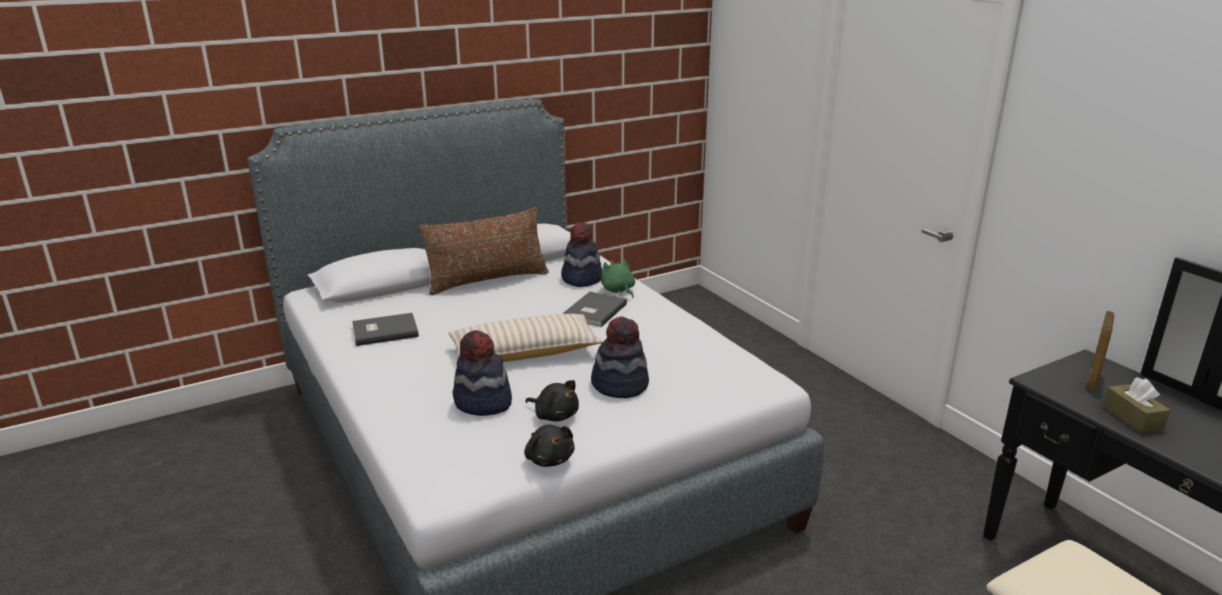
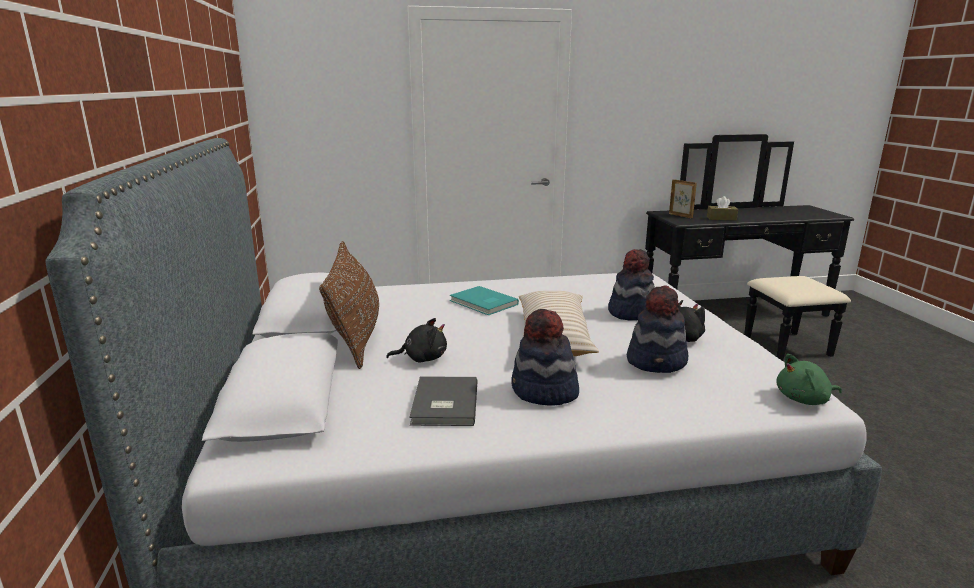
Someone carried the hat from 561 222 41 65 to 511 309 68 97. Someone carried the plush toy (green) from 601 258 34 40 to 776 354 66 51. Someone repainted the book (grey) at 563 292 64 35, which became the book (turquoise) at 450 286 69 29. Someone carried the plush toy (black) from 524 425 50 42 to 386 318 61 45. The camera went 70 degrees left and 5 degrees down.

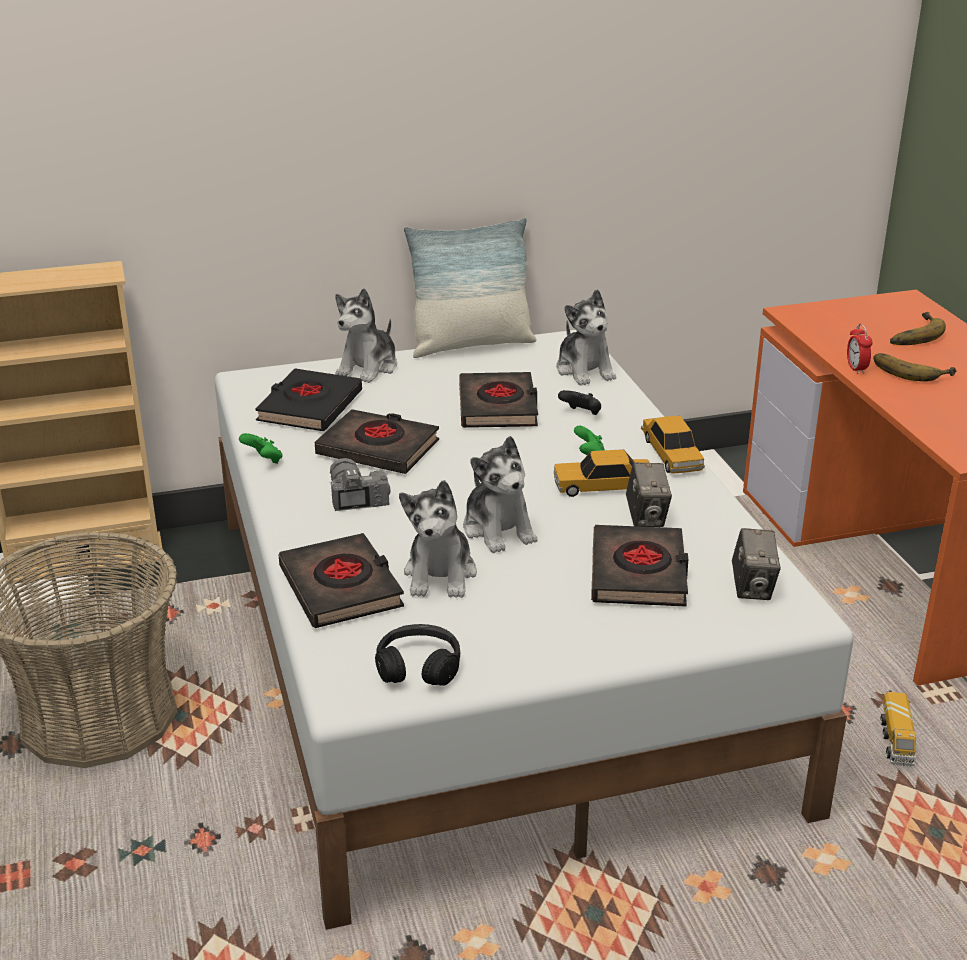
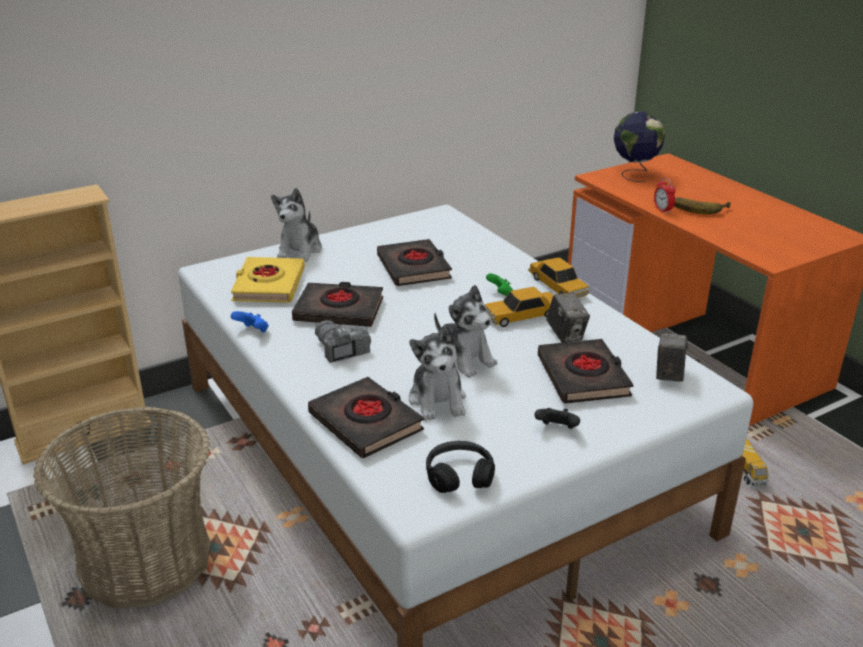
Someone took away the pillow at 404 218 132 140. Someone took away the plush toy at 556 289 60 97. Someone took away the banana at 890 312 56 33. Someone repainted the book (black) at 255 369 107 62, which became the book (yellow) at 231 257 74 46. Someone carried the game controller (black) from 558 390 43 25 to 534 408 46 21. Someone repainted the game controller (green) at 239 433 44 31, which became the game controller (blue) at 231 311 38 21. Someone rotated the photo camera at 732 528 49 72 by 150 degrees counterclockwise. Someone put down the globe at 614 112 51 70. The camera went 15 degrees left and 0 degrees up.

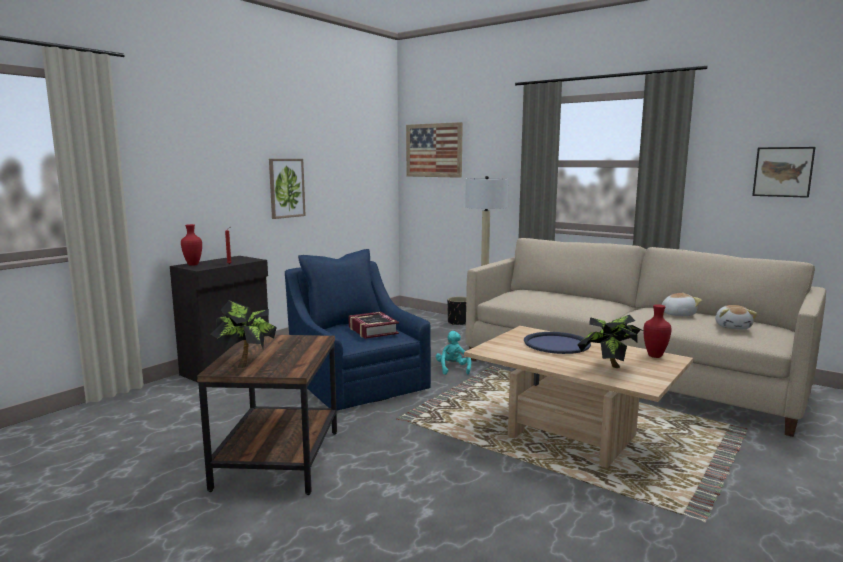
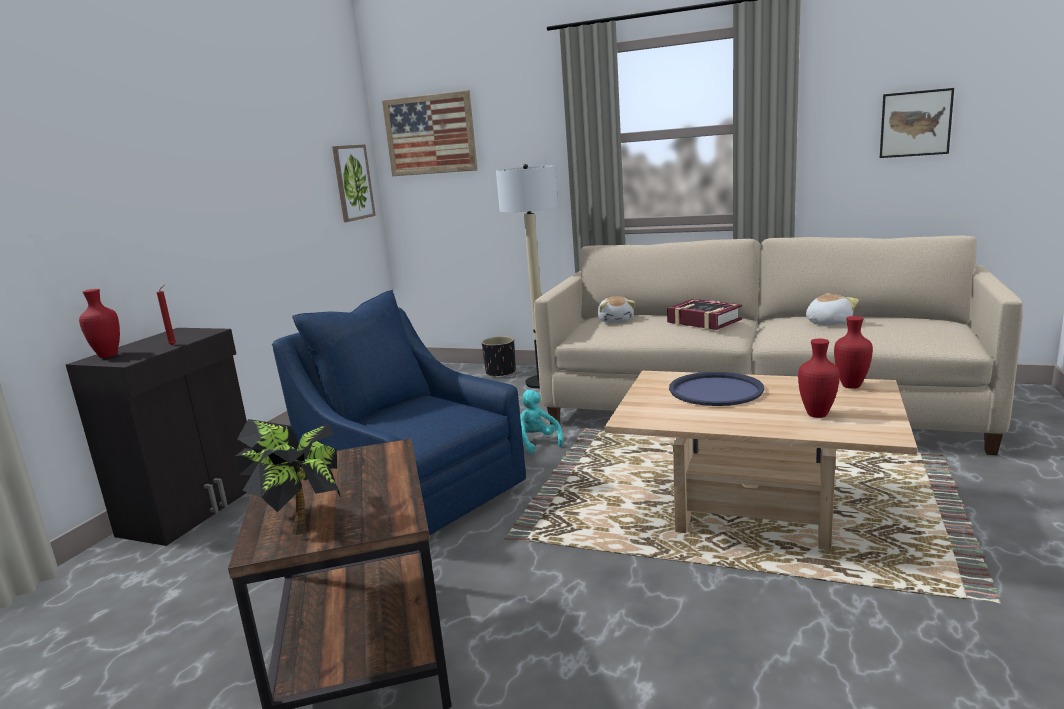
Someone carried the picture from 269 159 37 60 to 332 144 44 78. Someone carried the plush toy from 715 305 42 24 to 598 296 37 27. Someone carried the book from 348 312 51 27 to 667 299 75 31. Someone swapped the potted plant at 577 315 66 53 for the vase (red) at 798 339 42 79. The camera went 15 degrees left and 5 degrees up.

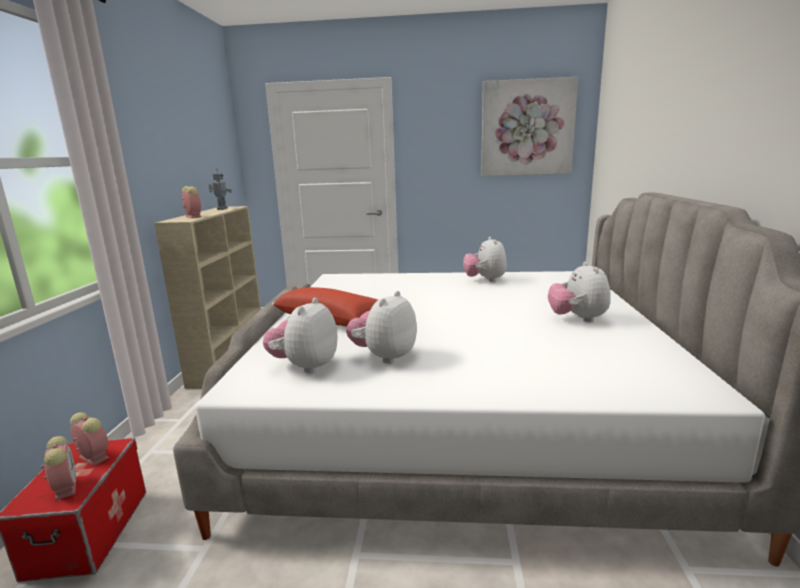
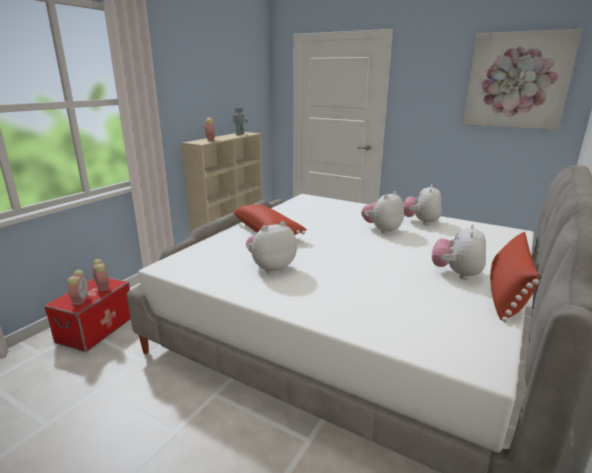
Someone carried the plush toy from 263 298 75 76 to 361 191 43 43. Someone put down the pillow (red) at 490 232 49 90. The camera went 25 degrees right and 5 degrees up.

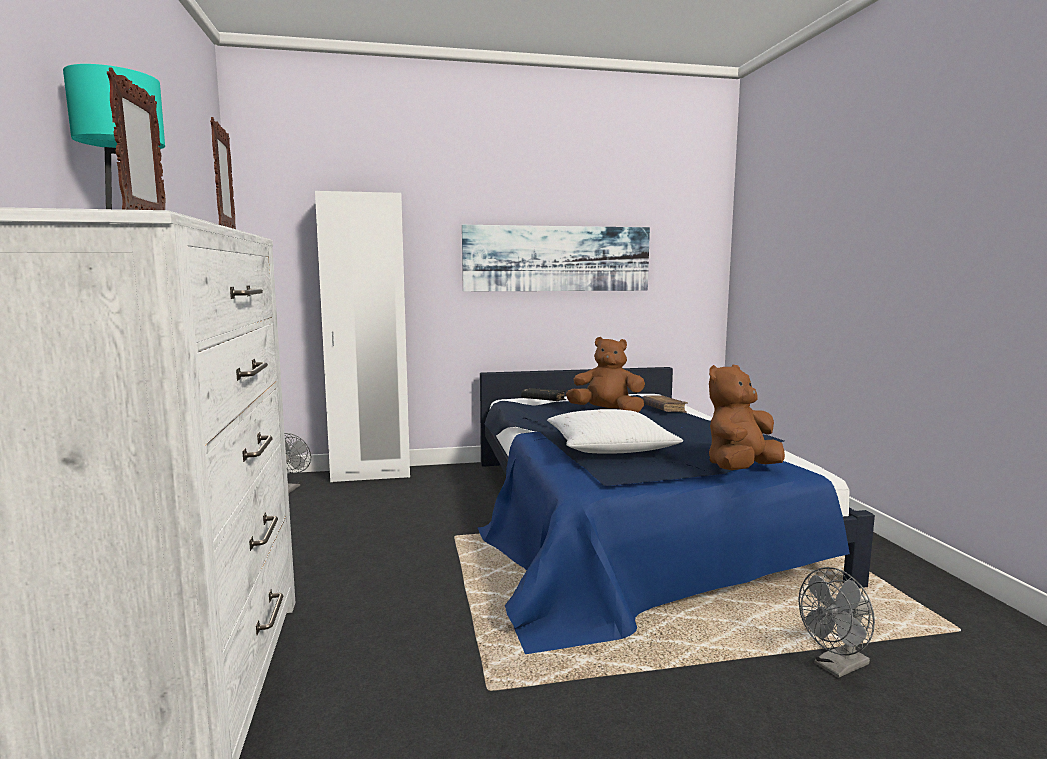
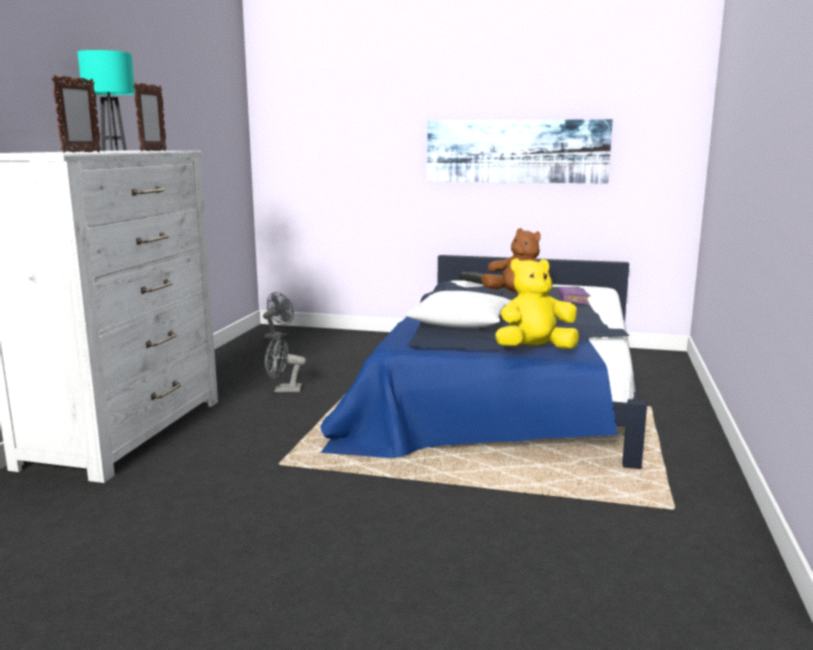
Someone took away the wardrobe (white) at 315 191 95 291. Someone repainted the plush toy (brown) at 709 365 76 105, which became the plush toy (yellow) at 495 258 84 91. Someone repainted the book (brown) at 642 395 46 18, which became the book (purple) at 558 286 33 19. Someone carried the fan (grey) from 798 567 77 111 to 265 335 41 58. The camera went 25 degrees right and 5 degrees up.

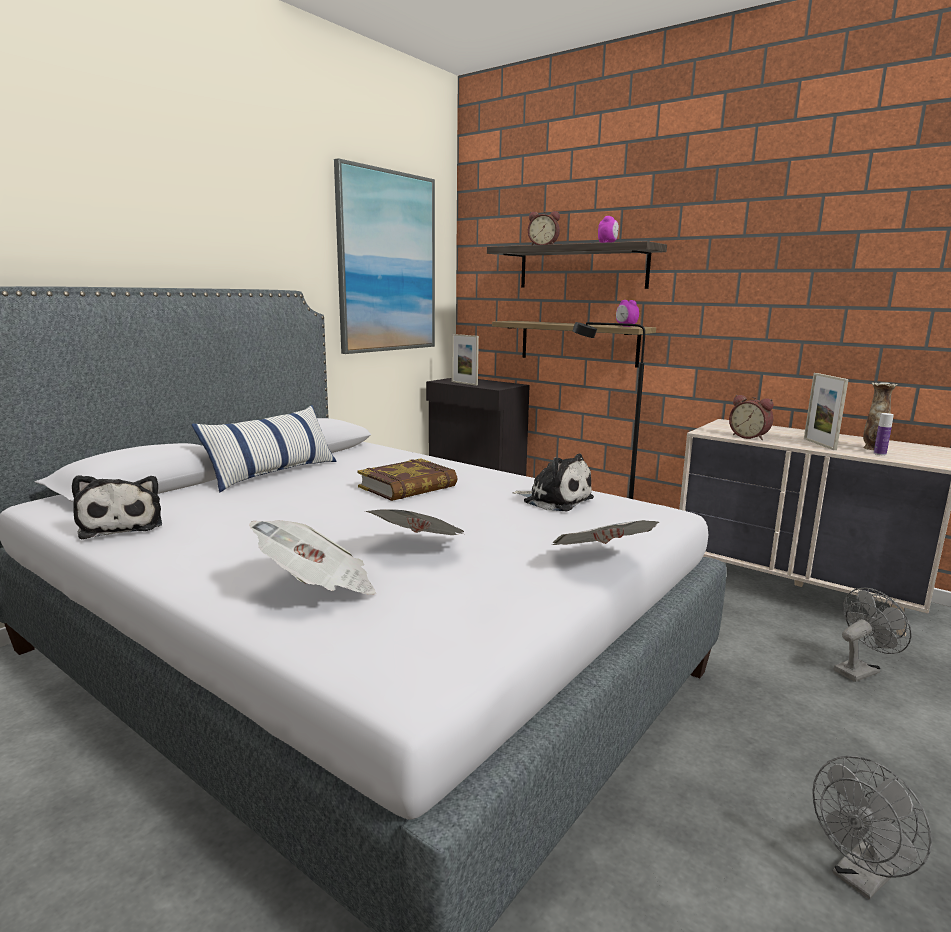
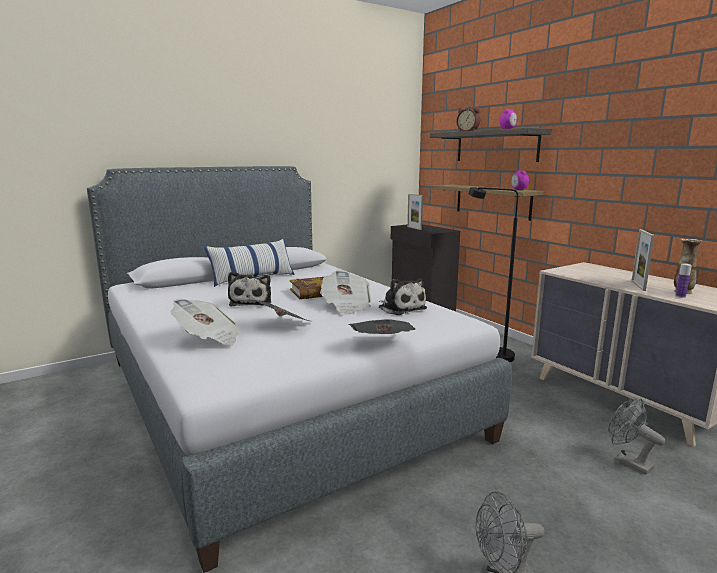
Someone took away the picture at 334 158 101 196. Someone took away the alarm clock at 729 395 45 45. Someone carried the plush toy from 72 475 90 64 to 228 272 43 35. Someone rotated the fan (grey) at 834 588 77 94 by 120 degrees counterclockwise. Someone put down the newspaper at 320 270 51 45. The camera went 20 degrees right and 0 degrees up.

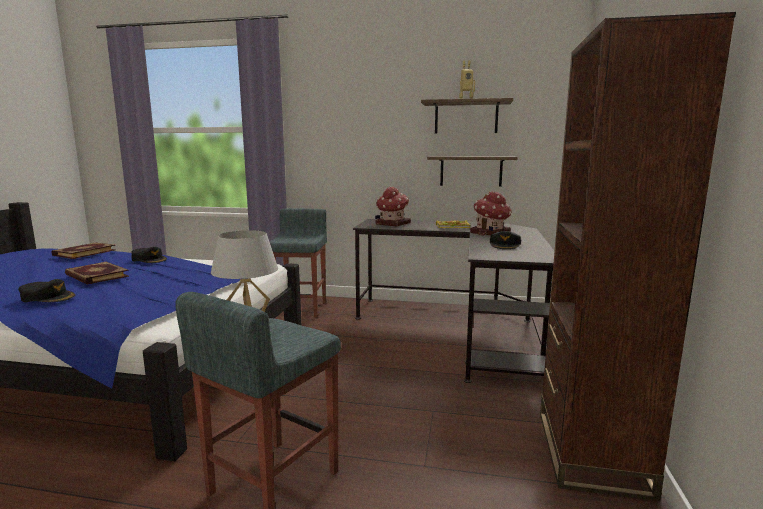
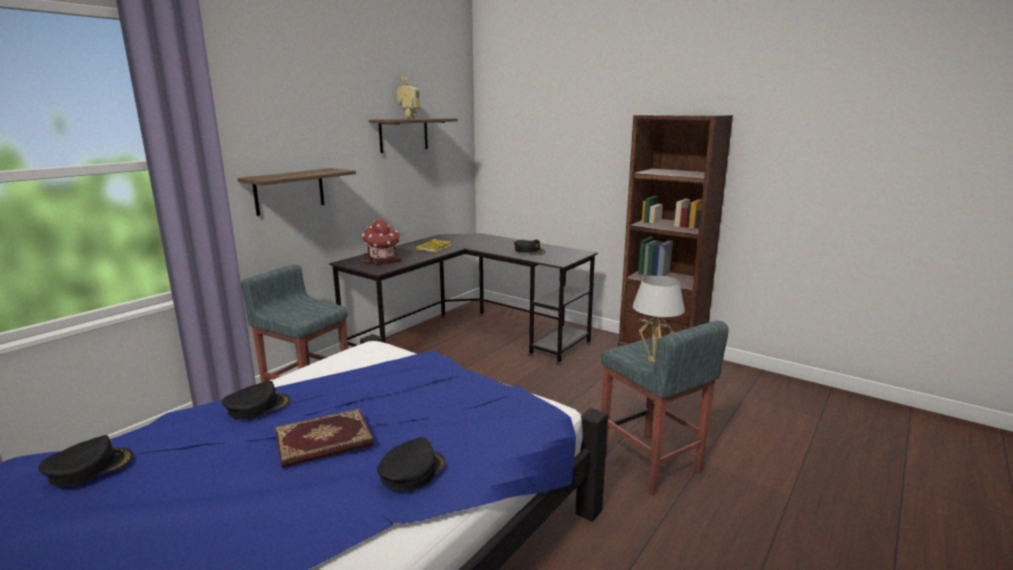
Someone carried the shelf from 427 156 91 31 to 237 168 119 48. Someone took away the toy house at 470 191 42 45. Someone swapped the book at 52 242 64 17 for the cap (black) at 38 435 95 52. The camera went 65 degrees left and 5 degrees up.

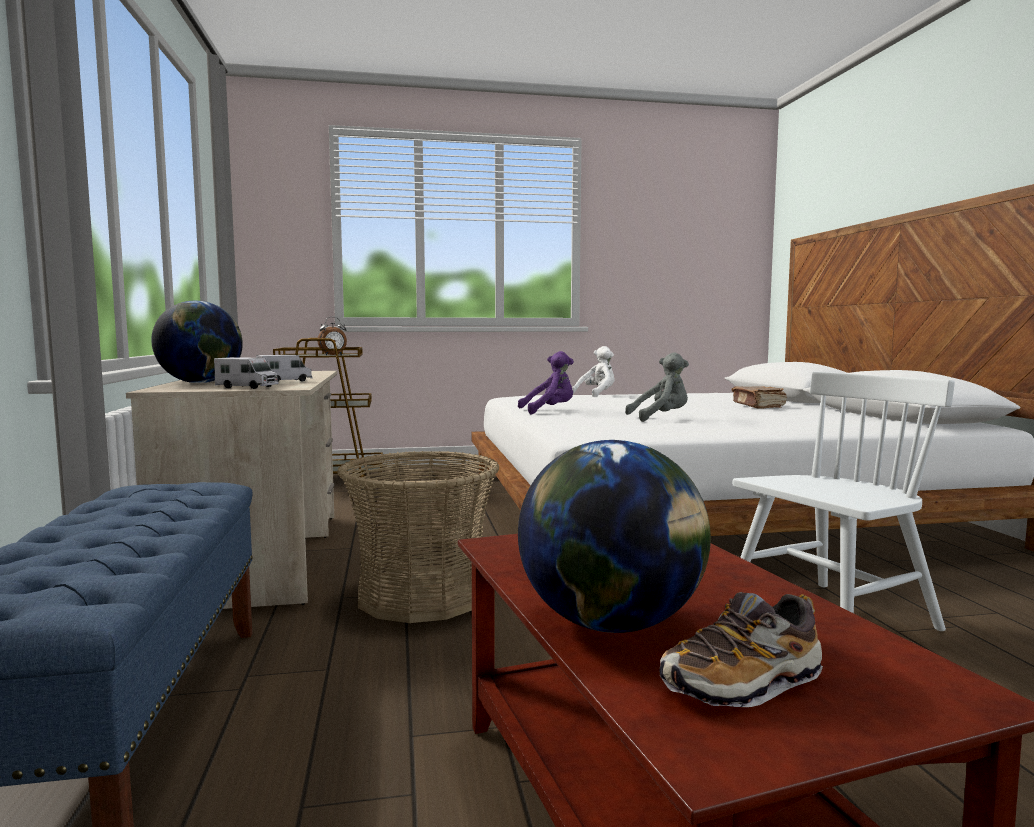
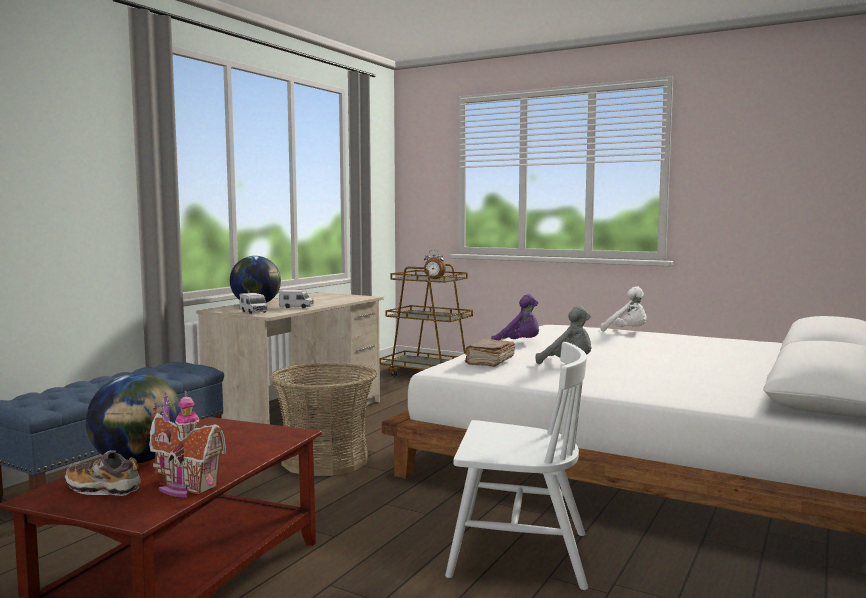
Someone rotated the plush toy (white) at 572 346 42 51 by 45 degrees clockwise. Someone carried the book (brown) from 732 386 55 23 to 465 339 50 28. Someone put down the toy house at 149 391 77 106. The camera went 40 degrees right and 0 degrees up.

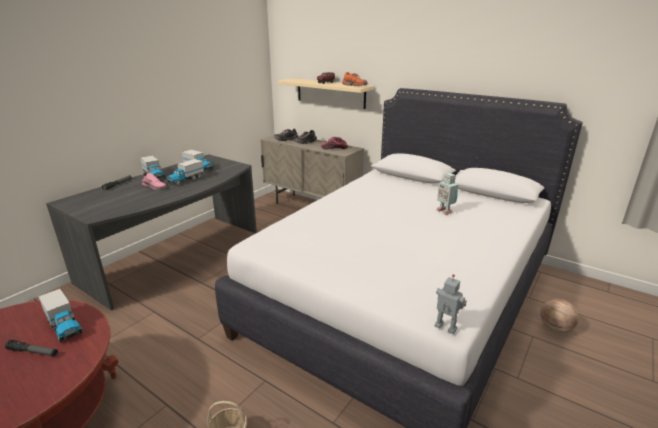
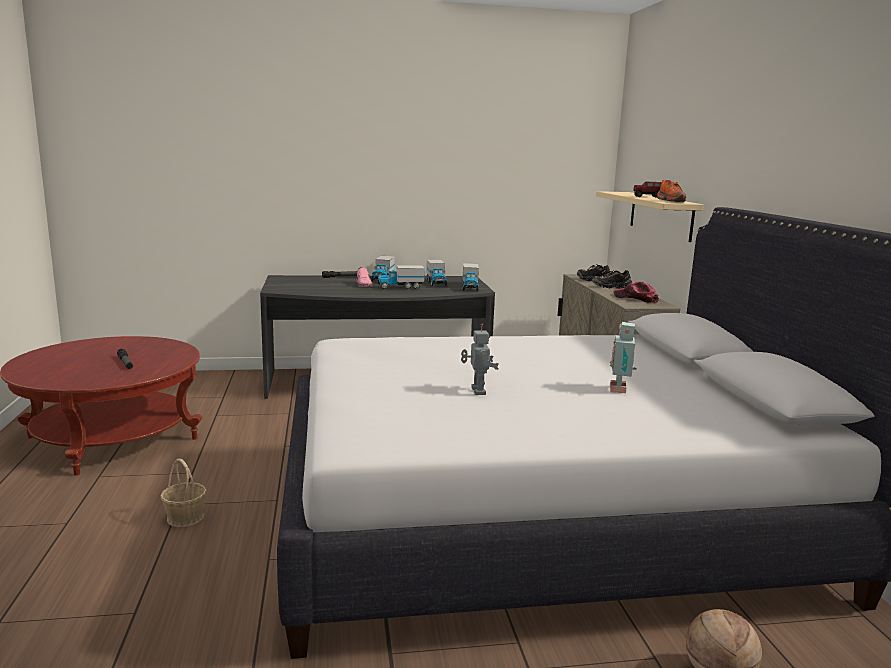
Someone carried the toy robot from 435 274 32 60 to 461 324 38 71. Someone carried the toy truck from 39 289 43 54 to 462 263 17 28. The camera went 45 degrees right and 10 degrees down.

